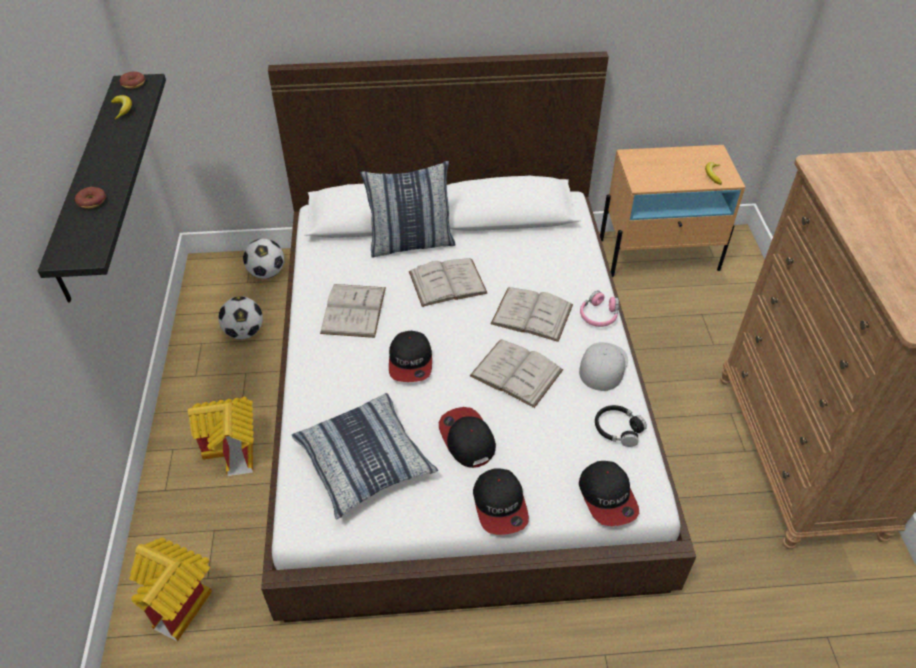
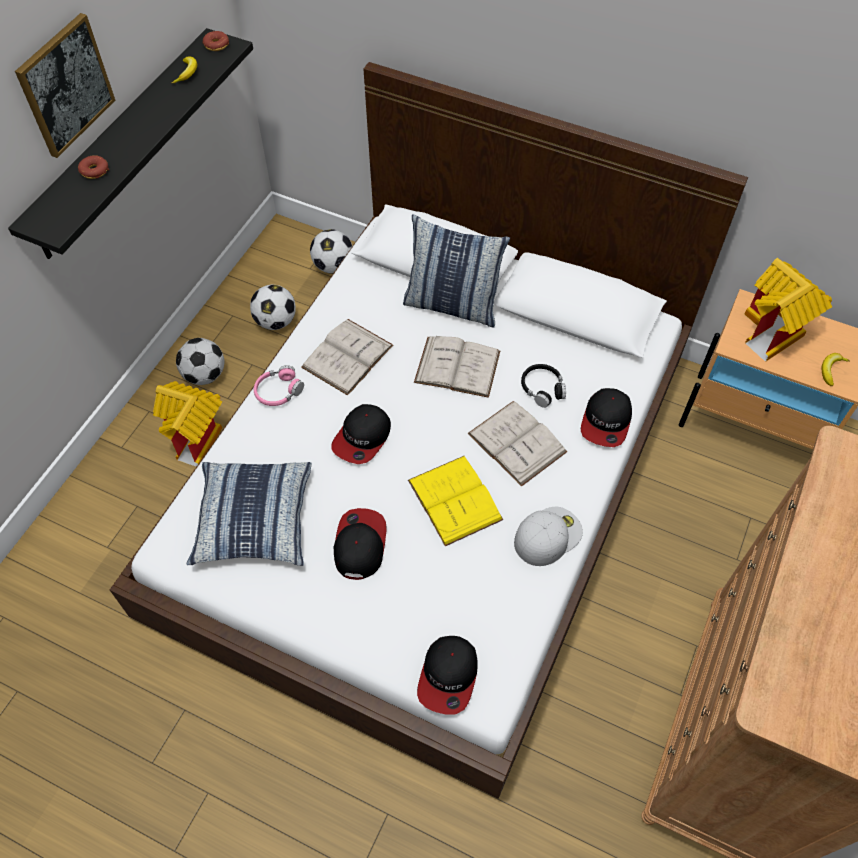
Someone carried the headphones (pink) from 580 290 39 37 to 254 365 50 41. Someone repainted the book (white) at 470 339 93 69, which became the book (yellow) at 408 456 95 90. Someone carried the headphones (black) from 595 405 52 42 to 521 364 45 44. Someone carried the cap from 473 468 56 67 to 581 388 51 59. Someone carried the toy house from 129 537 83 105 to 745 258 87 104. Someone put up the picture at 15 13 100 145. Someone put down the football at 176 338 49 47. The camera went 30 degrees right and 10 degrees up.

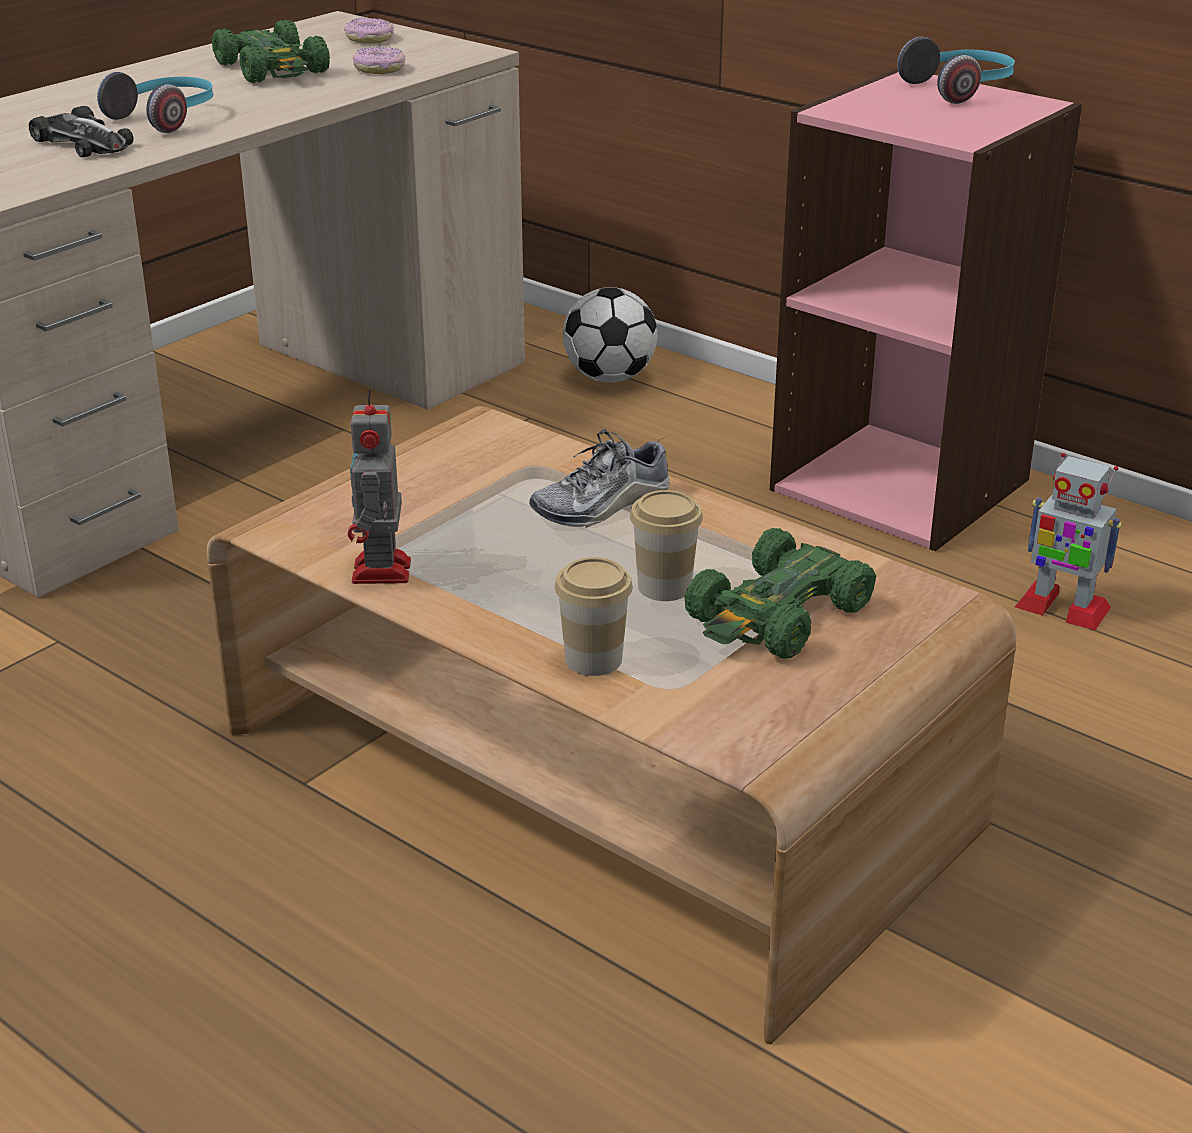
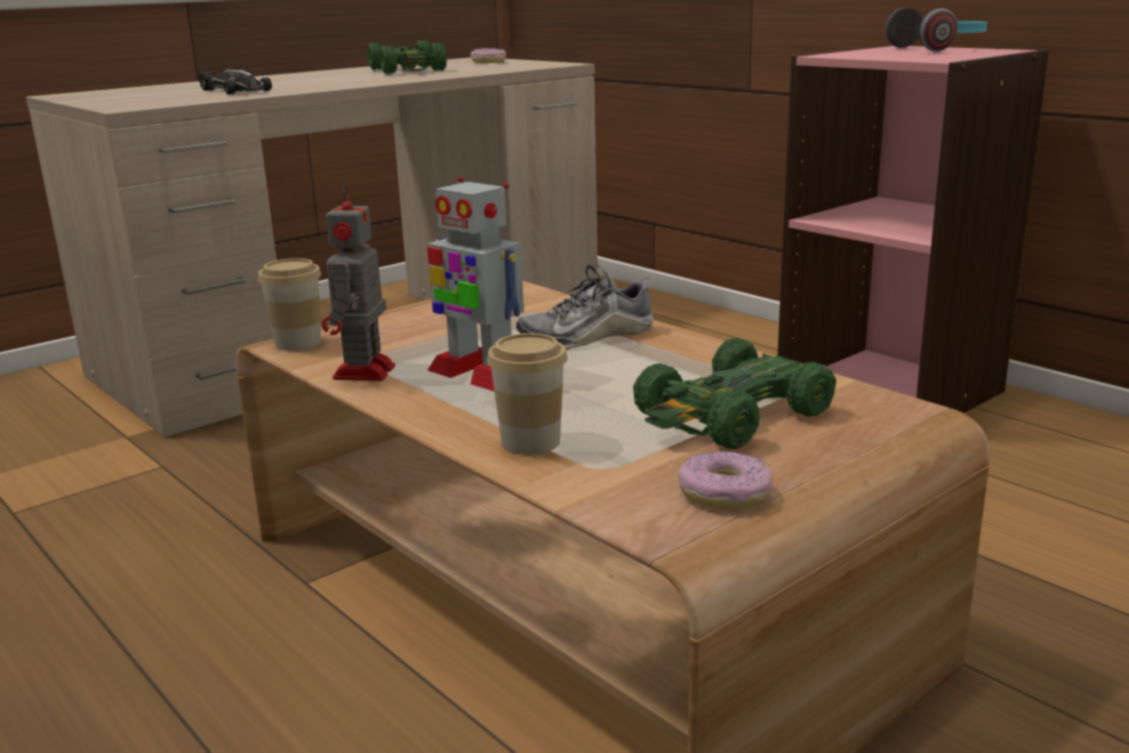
Someone carried the donut from 353 47 52 27 to 678 451 95 58. Someone took away the headphones at 97 72 116 61. Someone took away the football at 563 287 95 96. Someone carried the toy robot from 1015 453 107 178 to 427 177 97 214. Someone carried the cup from 630 490 73 111 to 258 258 63 93. The camera went 10 degrees right and 10 degrees down.

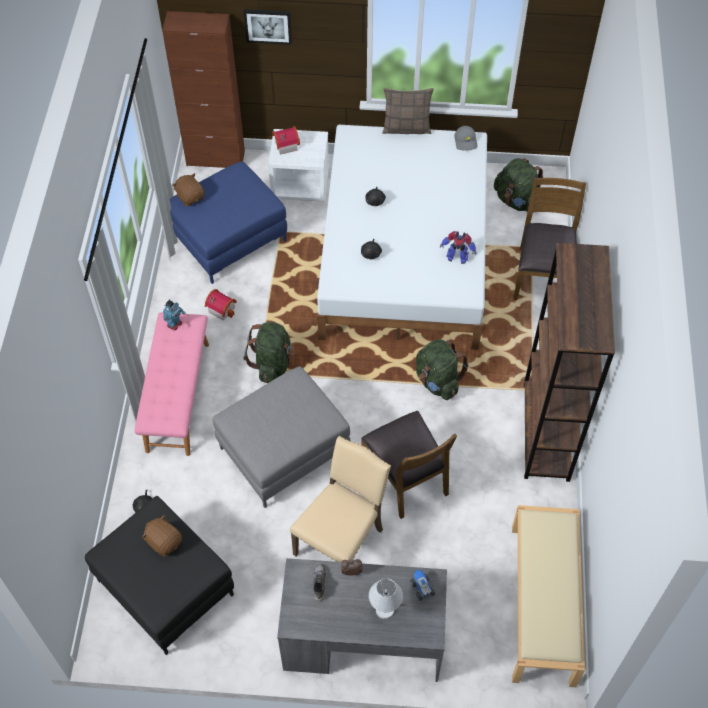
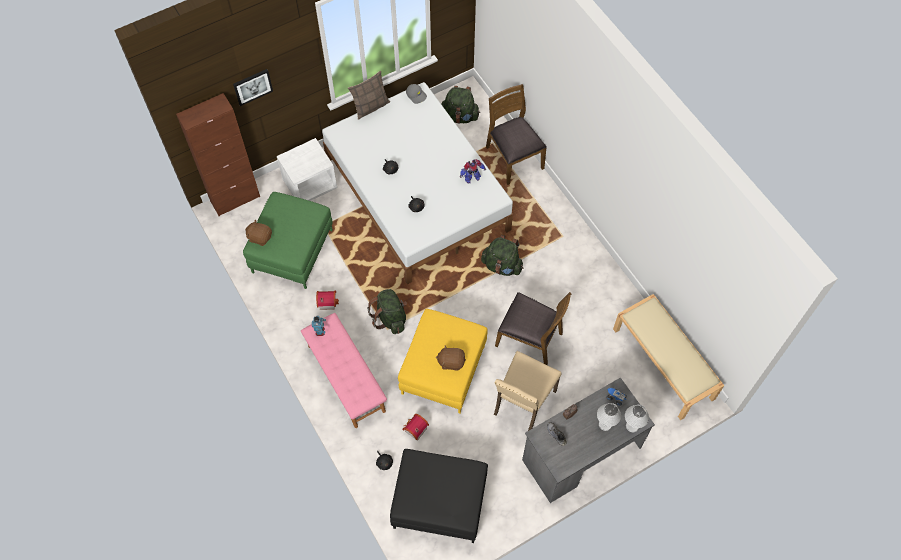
Someone carried the toy house from 272 126 28 29 to 402 414 27 27. Someone repainted the ottoman (blue) at 169 161 118 123, which became the ottoman (green) at 243 192 90 97. Someone took away the bookcase (brown) at 524 243 91 239. Someone repainted the ottoman (grey) at 212 366 138 142, which became the ottoman (yellow) at 398 309 90 104. Someone rotated the chair (beige) at 290 436 101 126 by 150 degrees counterclockwise. Someone carried the plush toy (brown) from 142 515 40 42 to 436 345 30 26. Someone put down the table lamp (white) at 625 405 24 27. The camera went 35 degrees left and 5 degrees up.

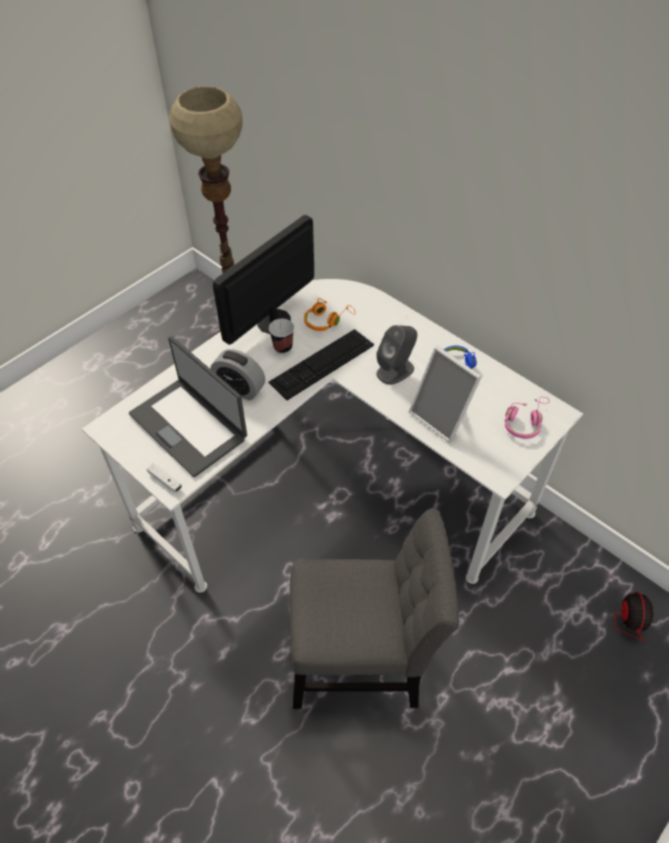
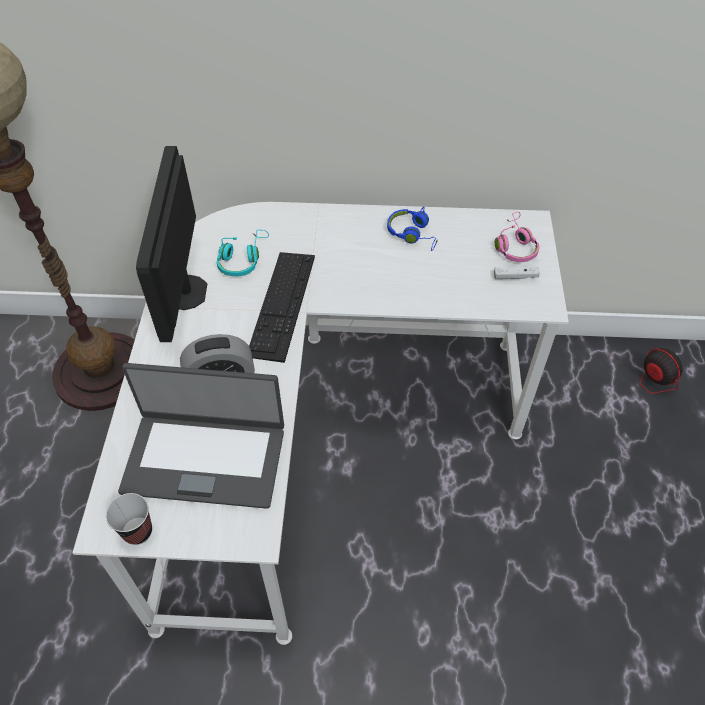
Someone repainted the headphones (orange) at 304 298 52 33, which became the headphones (turquoise) at 216 230 53 46. Someone carried the cup from 269 319 25 35 to 106 493 46 52. Someone took away the speaker (grey) at 376 325 41 60. Someone took away the picture frame at 409 346 73 97. Someone carried the game controller (white) from 147 463 35 29 to 494 267 46 12. Someone took away the chair (grey) at 290 509 169 200. The camera went 40 degrees left and 0 degrees up.

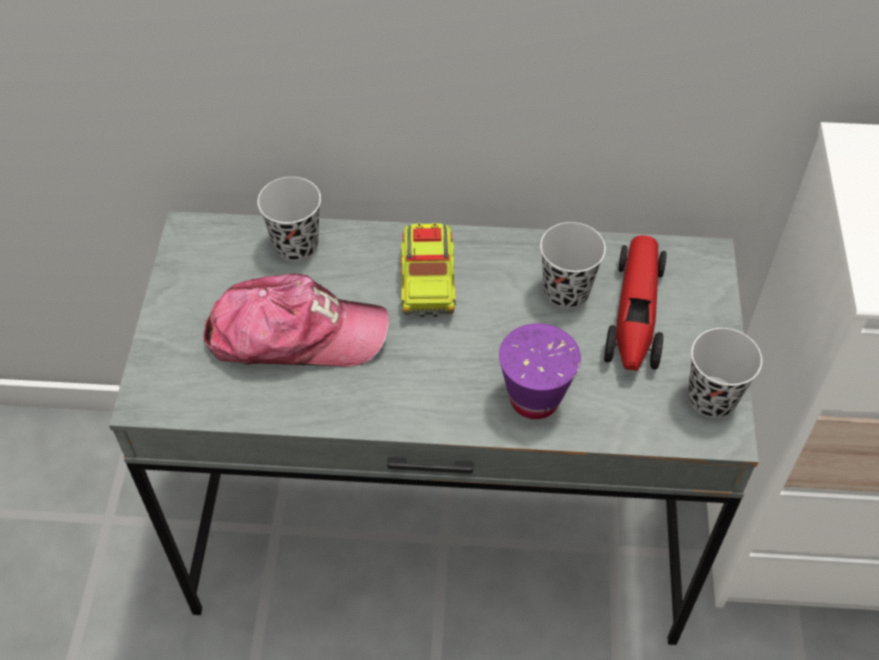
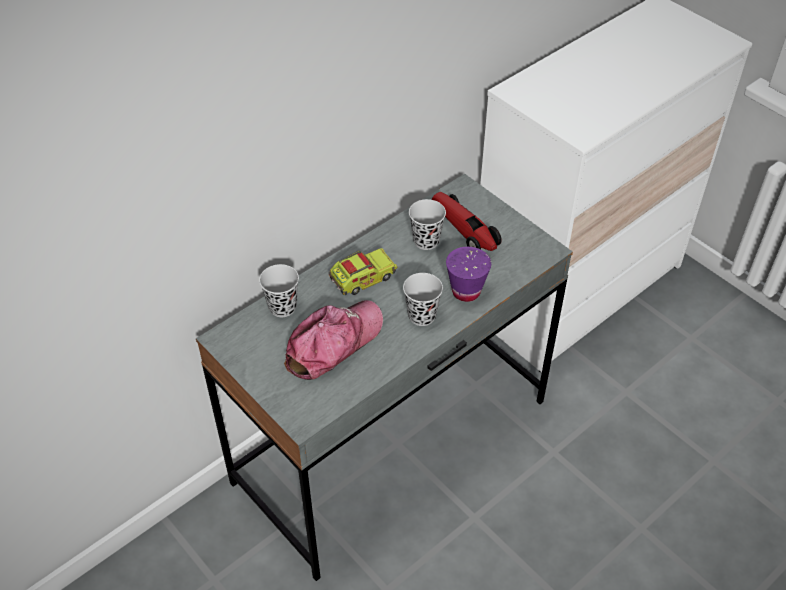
Someone rotated the toy truck at 401 223 55 94 by 75 degrees counterclockwise. Someone carried the cup (black) from 688 328 74 90 to 403 273 40 53. The camera went 45 degrees left and 5 degrees down.

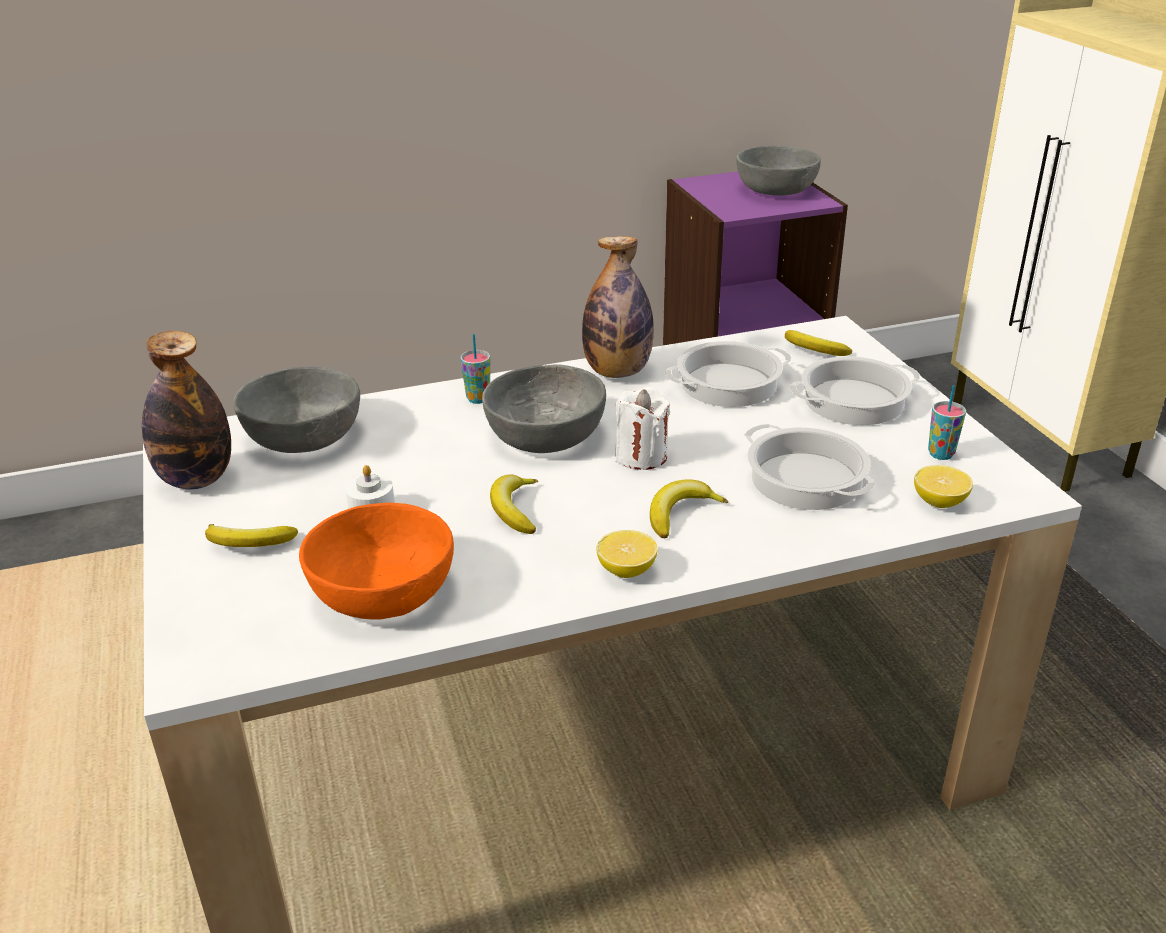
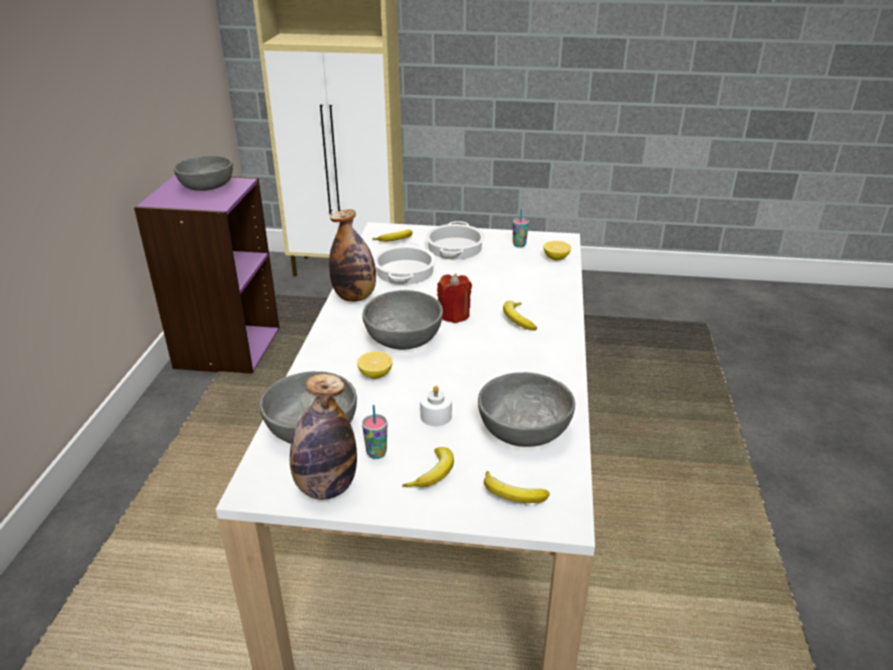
Someone carried the cup from 460 334 30 70 to 362 405 25 54. Someone repainted the candle (white) at 615 387 55 83, which became the candle (red) at 437 274 35 49. Someone took away the cooking pot at 744 424 132 86. Someone carried the banana from 490 474 48 60 to 484 471 66 32. Someone repainted the bowl (orange) at 299 502 155 118, which became the bowl (grey) at 478 372 97 75. Someone carried the lemon from 596 530 62 48 to 357 351 36 28. The camera went 65 degrees left and 0 degrees up.

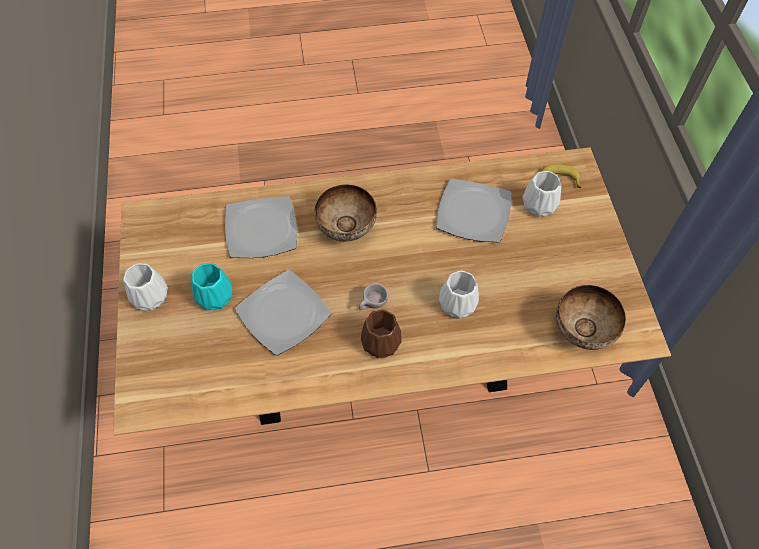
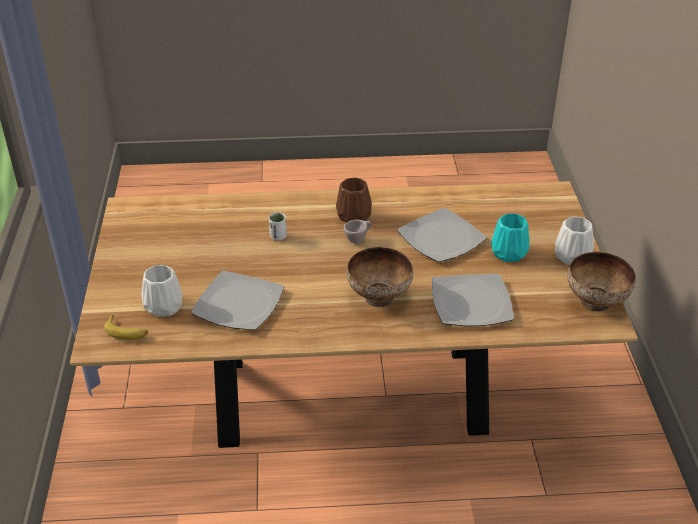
Someone swapped the vase (white) at 439 271 40 48 for the cup (white) at 269 212 18 29. Someone carried the bowl from 556 285 70 65 to 567 252 69 60. The camera went 175 degrees left and 20 degrees down.

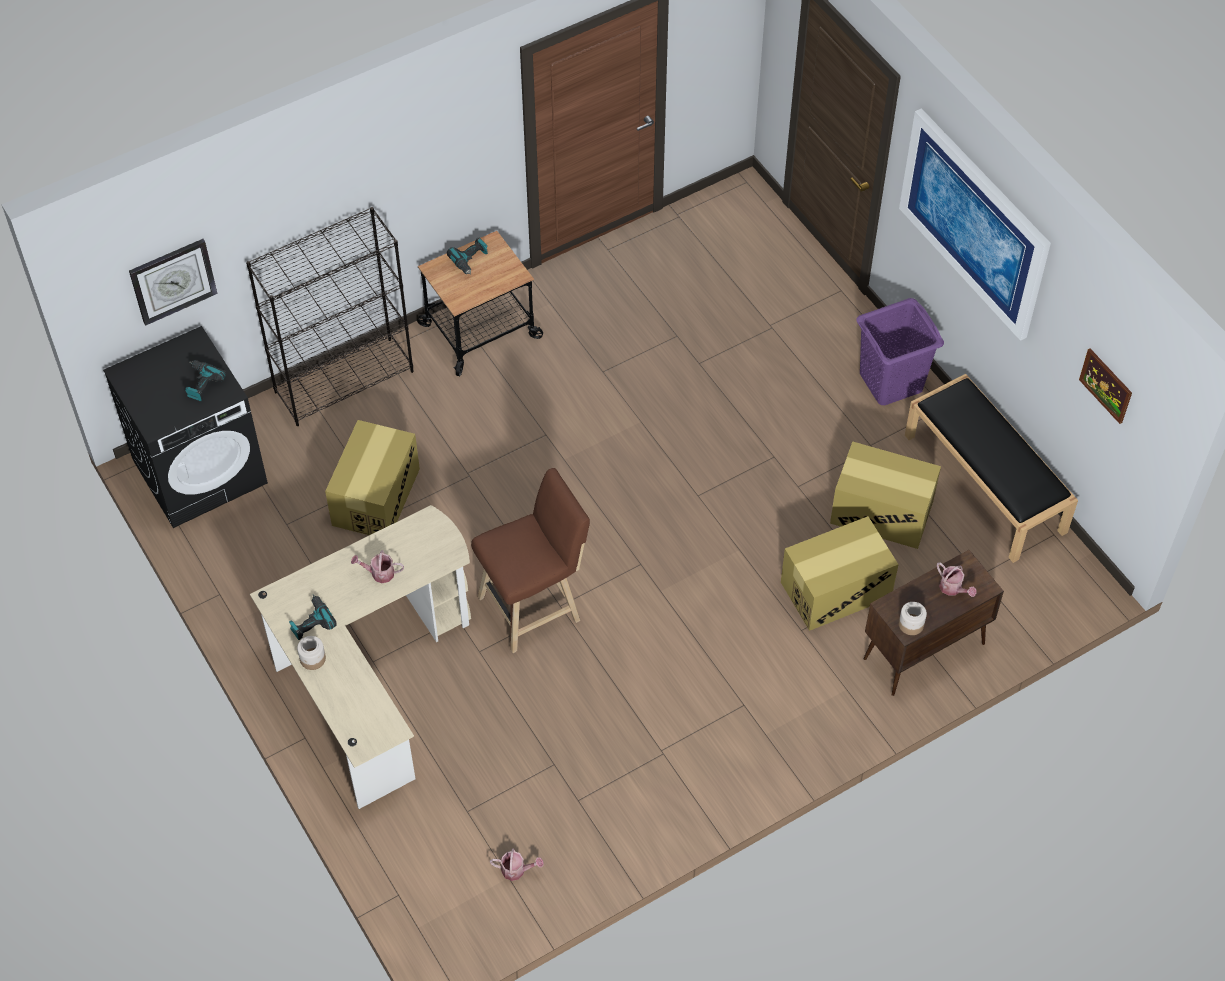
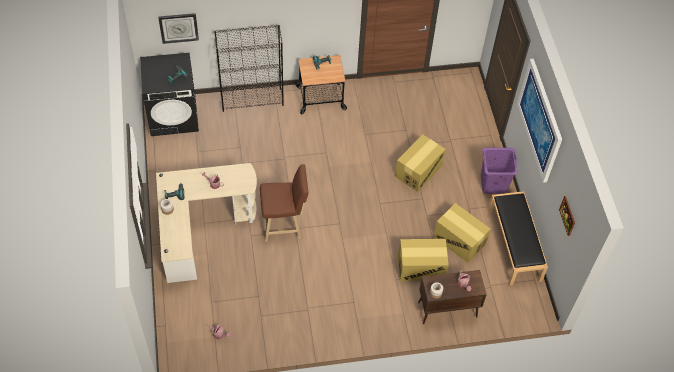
Someone carried the cardboard box from 325 420 95 115 to 395 134 51 58. The camera went 20 degrees right and 0 degrees up.

